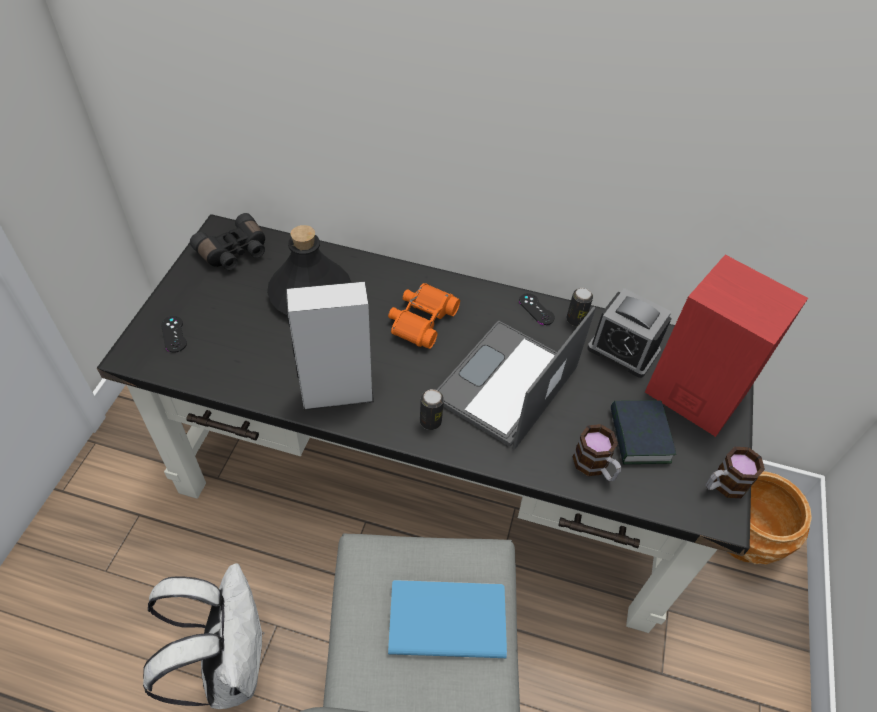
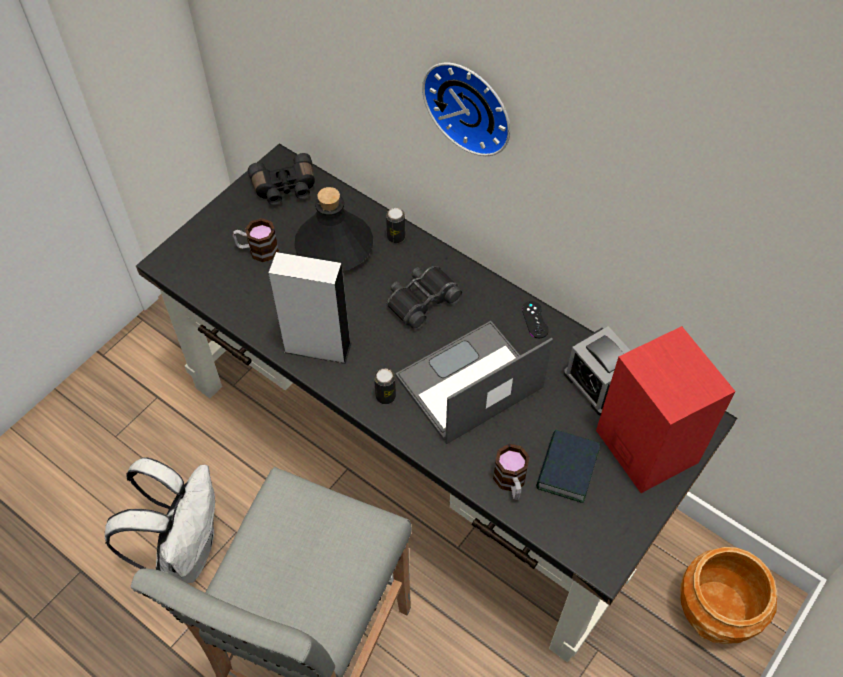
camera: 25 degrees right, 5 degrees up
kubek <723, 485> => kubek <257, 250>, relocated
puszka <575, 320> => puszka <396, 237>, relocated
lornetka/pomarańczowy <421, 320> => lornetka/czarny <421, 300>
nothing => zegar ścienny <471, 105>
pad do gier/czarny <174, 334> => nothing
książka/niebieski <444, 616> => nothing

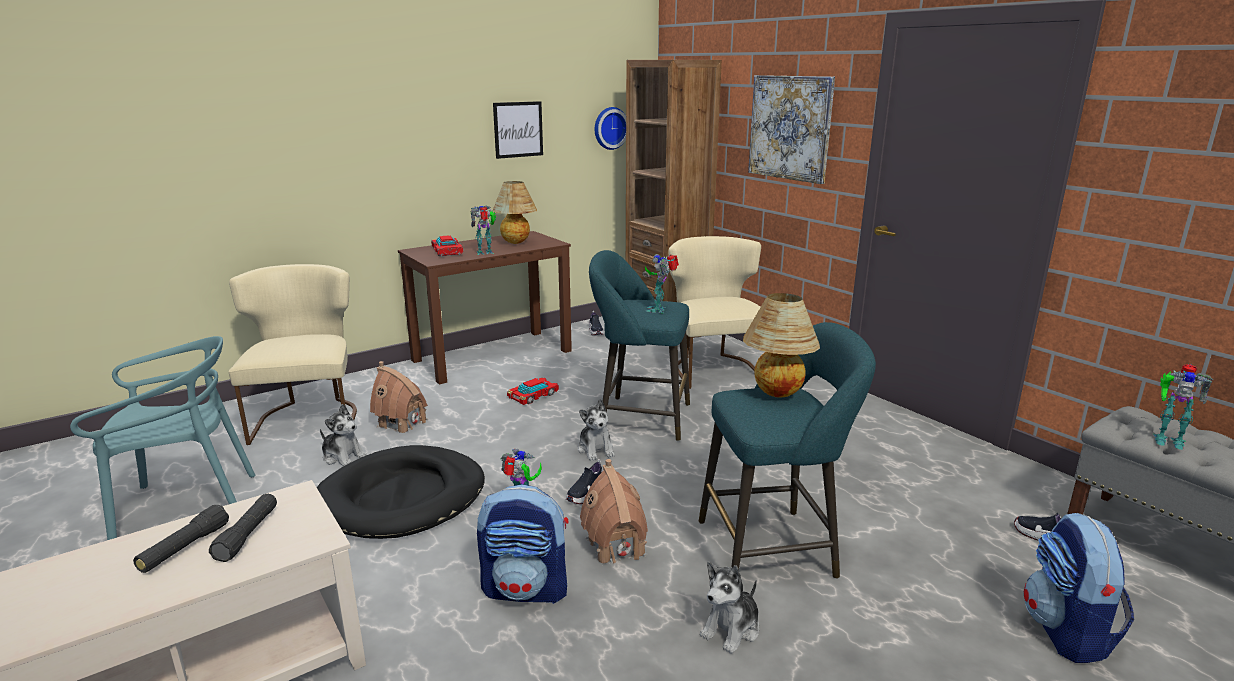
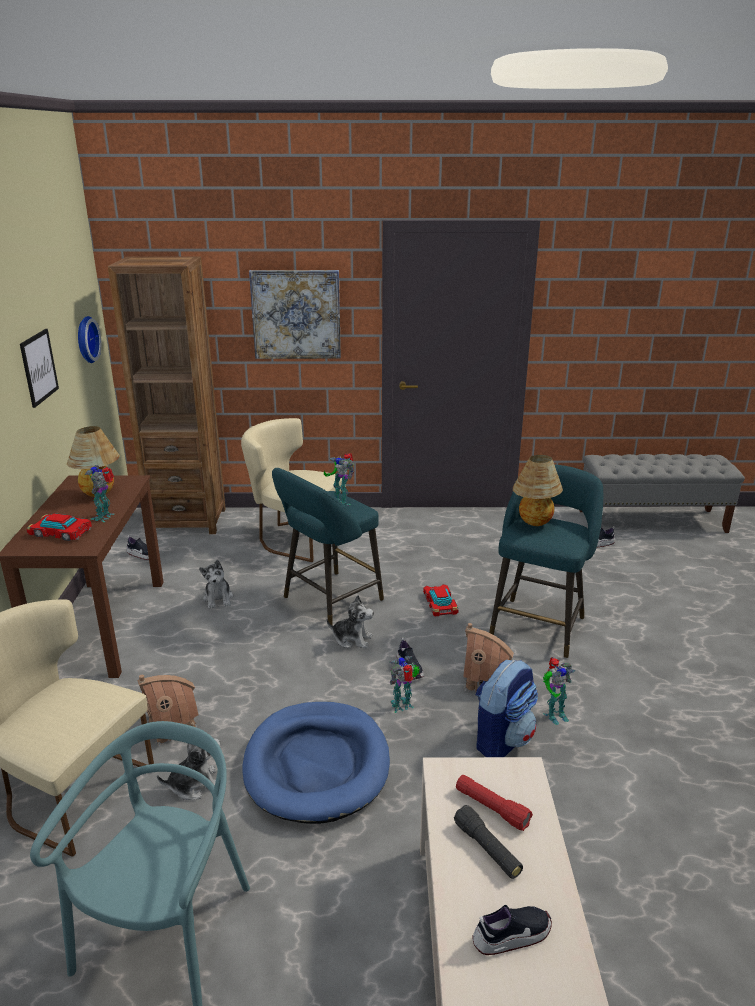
camera: 55 degrees left, 5 degrees up
pluszak <731, 629> => pluszak <218, 598>, relocated
legowisko/czarny <403, 497> => legowisko/niebieski <317, 765>
samochodzik <534, 395> => samochodzik <440, 604>, relocated
latarka/czarny <248, 535> => latarka/czerwony <491, 808>
nothing => but <511, 936>
robot zabawkowy <1167, 439> => robot zabawkowy <554, 714>, relocated
plecak <1066, 632> => nothing

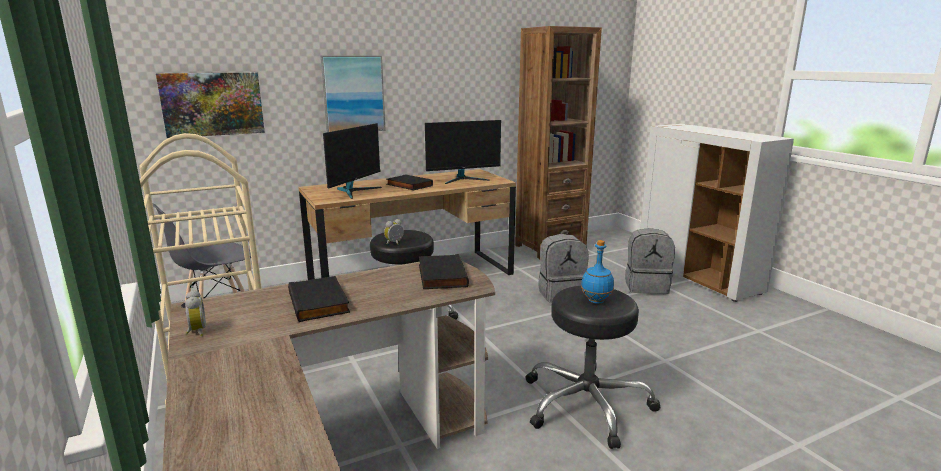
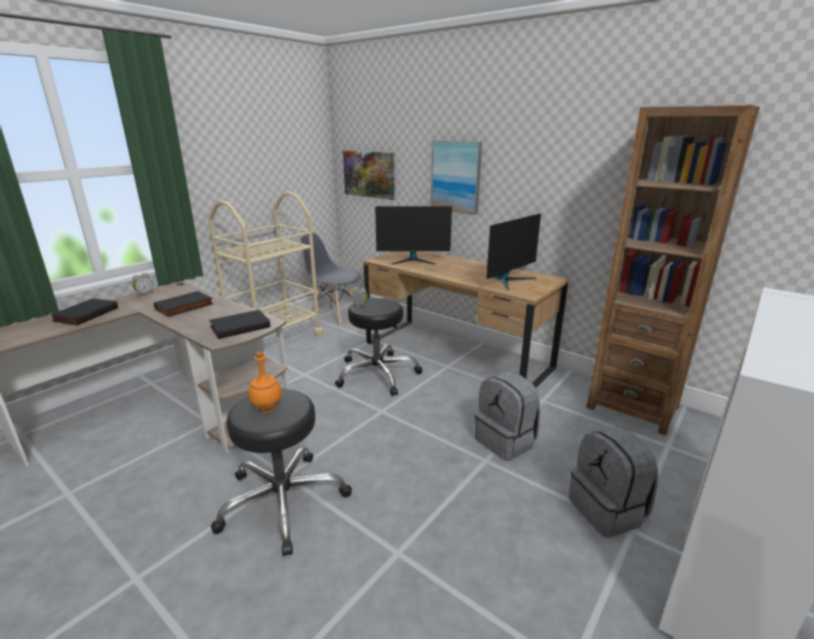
camera: 65 degrees right, 5 degrees up
książka/czarny <408, 185> => książka/czarny <85, 314>, relocated
butelka/niebieski <595, 301> => butelka/pomarańczowy <267, 409>
monitor <463, 179> => monitor <509, 280>, 90 degrees counterclockwise

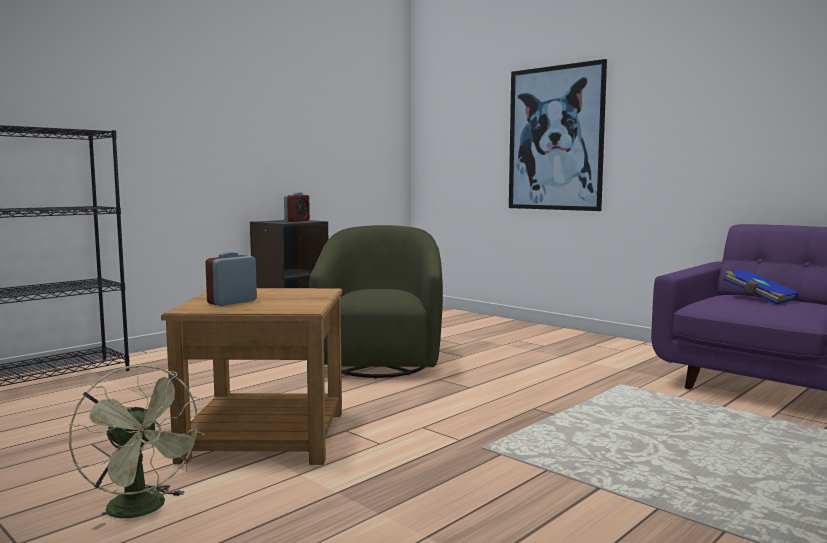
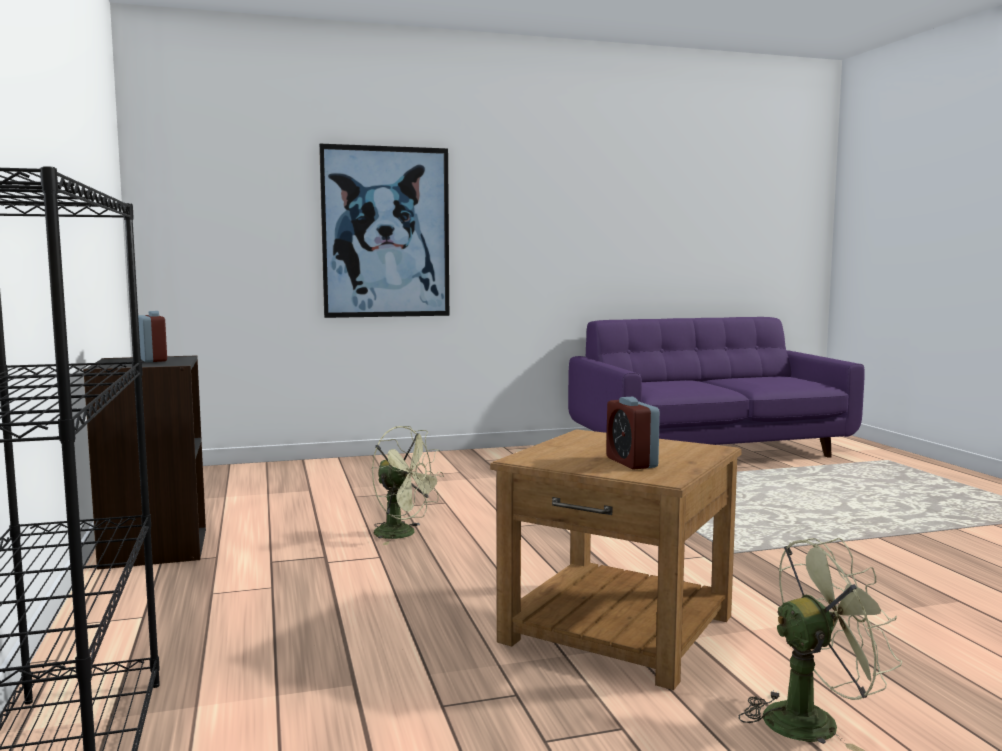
camera: 60 degrees left, 0 degrees up
fotel/zielony <380, 361> => wentylator/zielony <403, 534>
książka/niebieski <759, 298> => nothing

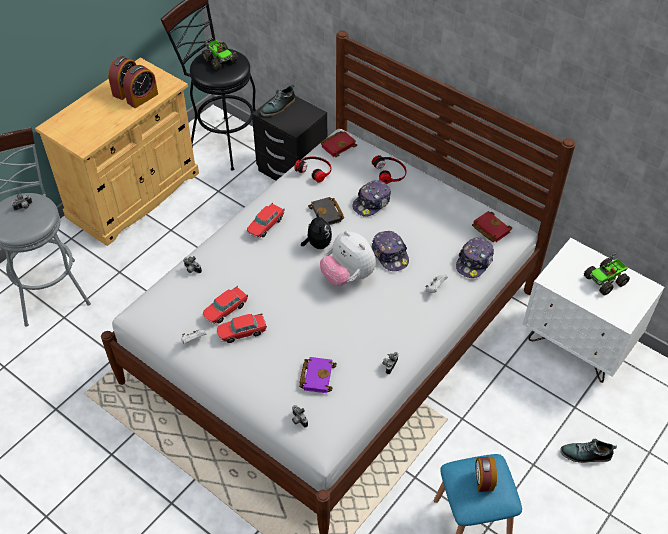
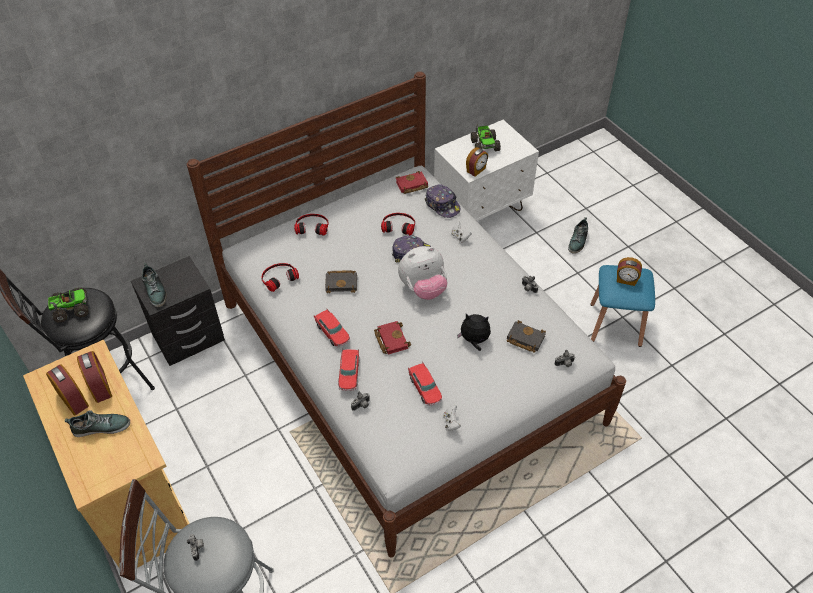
camera: 70 degrees left, 0 degrees up
nothing => but <101, 427>
samochodzik <242, 332> => samochodzik <349, 373>, relocated
książka/czerwony <338, 145> => książka/czerwony <390, 339>, relocated
nothing => słuchawki <398, 225>
pluszak <317, 244> => pluszak <474, 340>, relocated
nothing => budzik <476, 170>
książka/fioletowy <316, 376> => książka/czarny <524, 339>
czapka z daszkiem <372, 203> => nothing

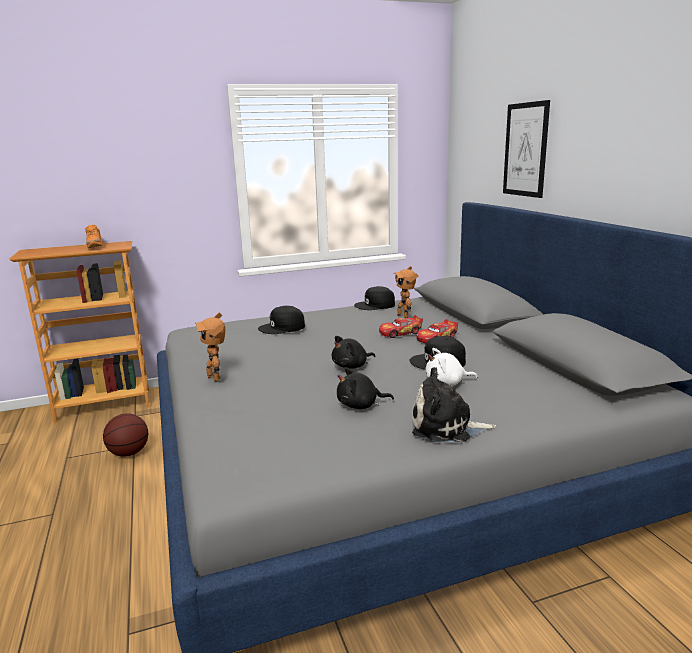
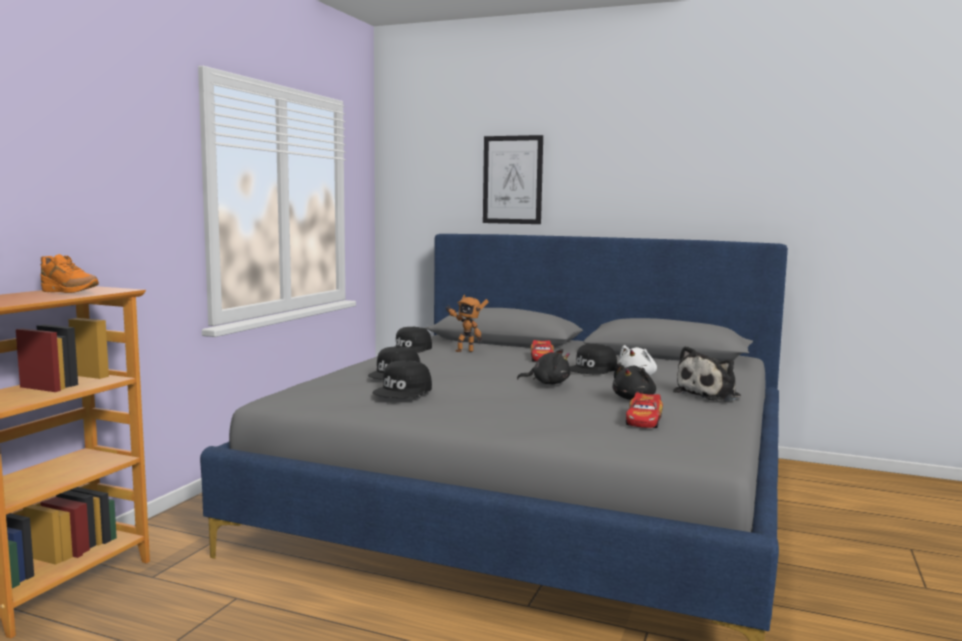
camera: 50 degrees left, 10 degrees down
nothing => czapka z daszkiem/czarny <403, 391>
pluszak/czarny <352, 366> => pluszak/czarny <548, 383>, 90 degrees counterclockwise
samochodzik <400, 333> => samochodzik <644, 421>, relocated
piłka do koszykówki <129, 453> => nothing
robot zabawkowy <216, 377> => nothing

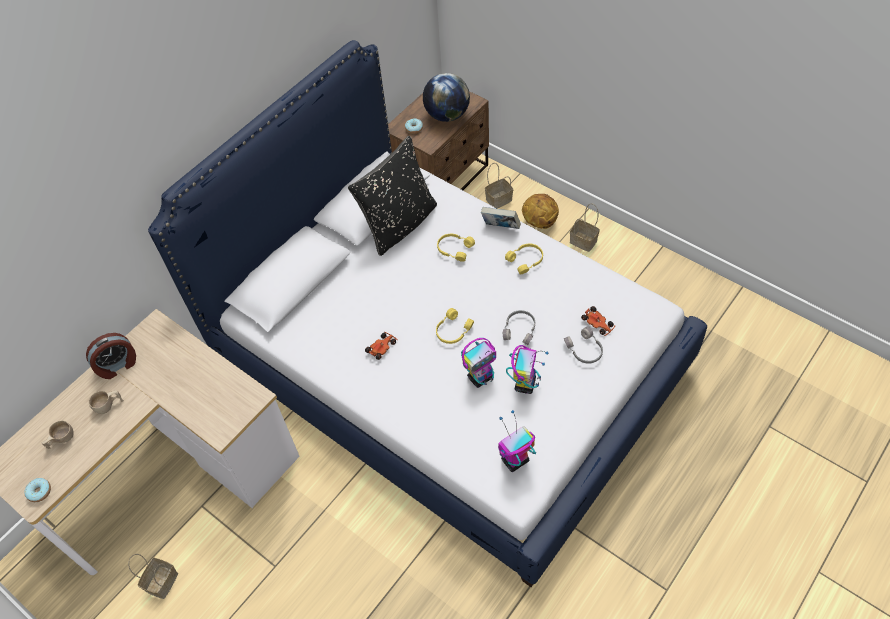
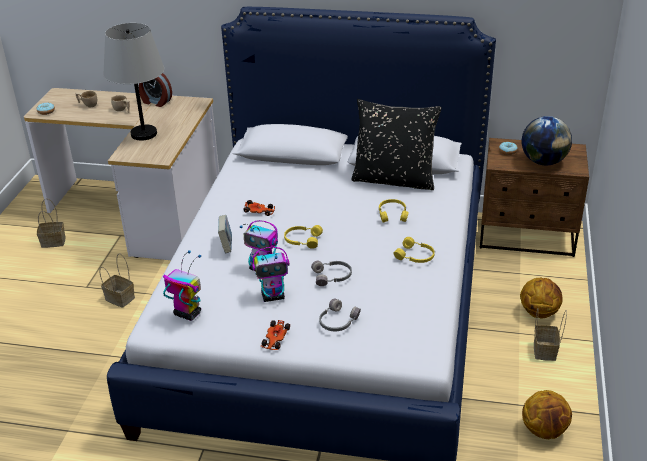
camera: 60 degrees right, 20 degrees down
koszyk <498, 200> => koszyk <119, 298>, relocated
nothing => lampa stołowa/szary <143, 134>
książka <500, 227> => książka <226, 246>, relocated
samochodzik <598, 323> => samochodzik <275, 339>, relocated
nothing => piłka do koszykówki <544, 431>

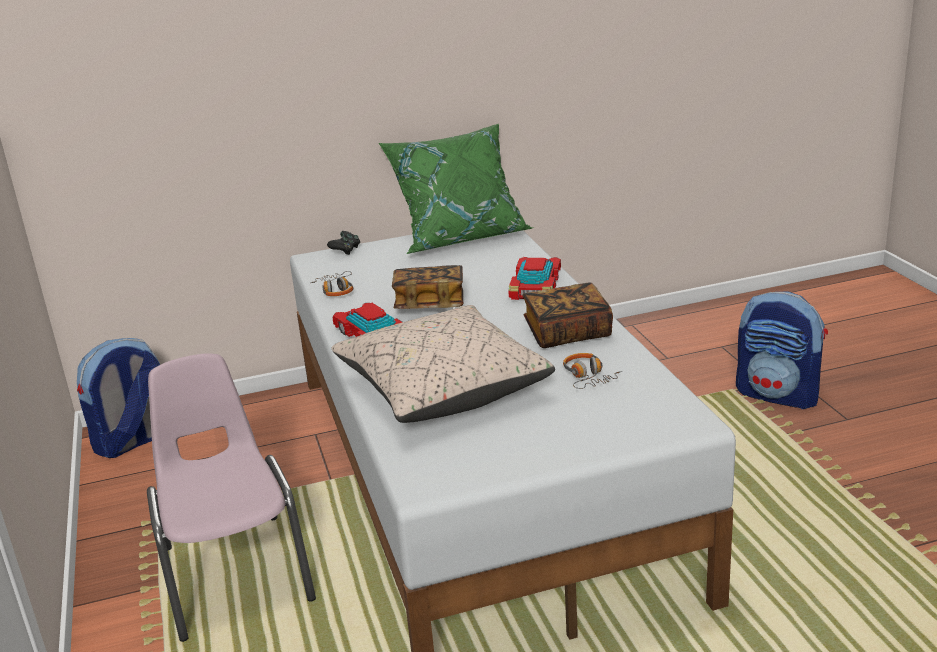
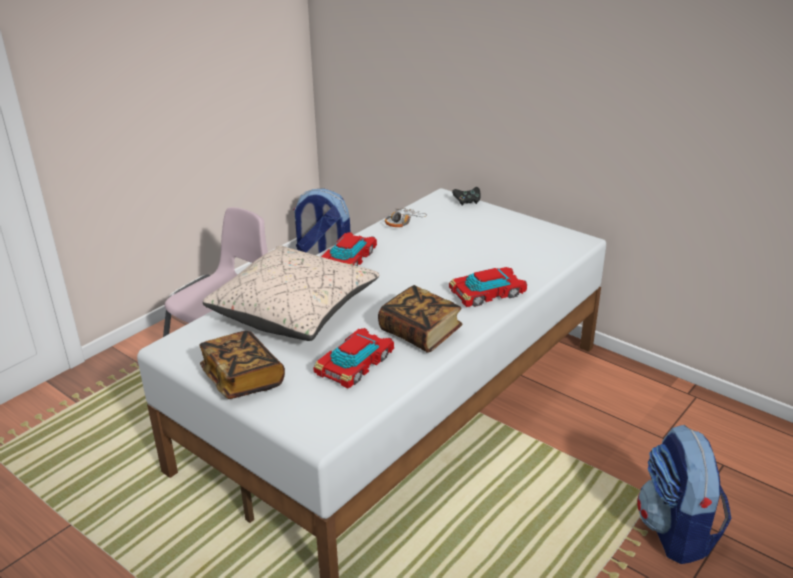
camera: 55 degrees right, 5 degrees up
książka <430, 304> => książka <242, 379>, relocated
słuchawki <588, 377> => samochodzik <356, 364>
poduszka/zielony <460, 236> => nothing

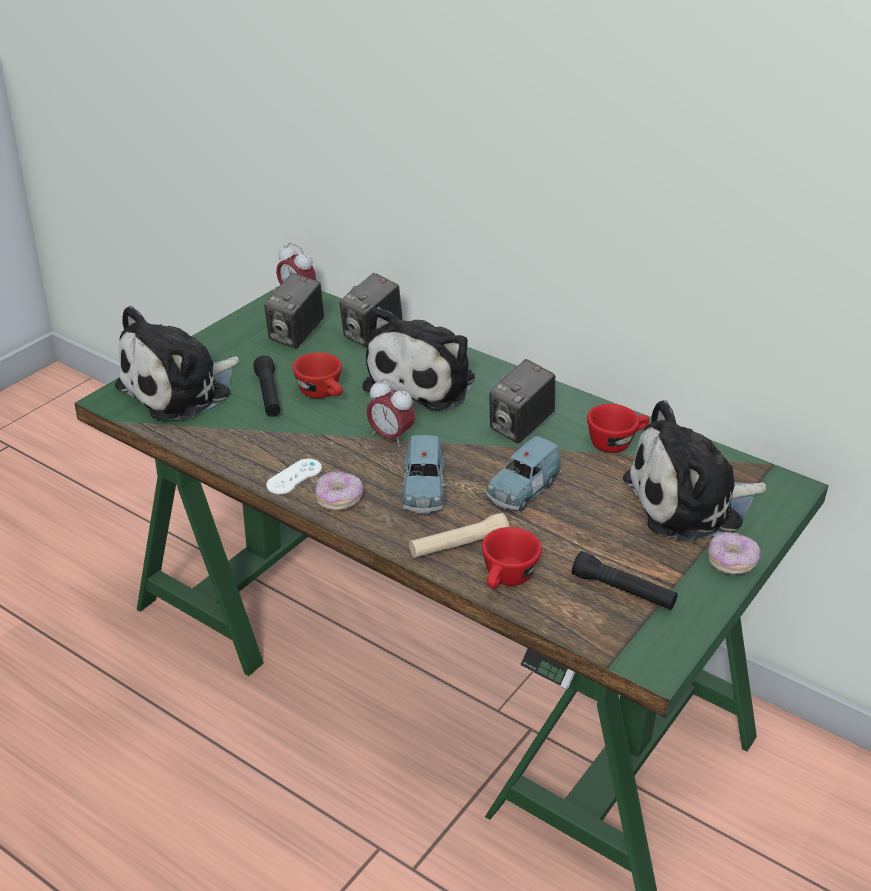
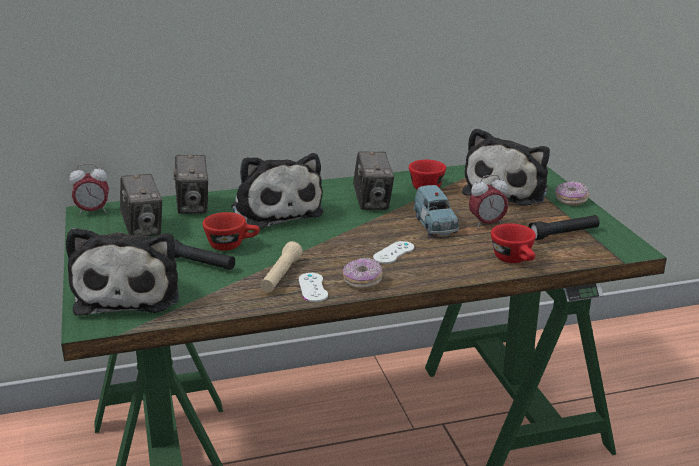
camera: 50 degrees left, 10 degrees down
latarka/beżowy <458, 546> => latarka/beżowy <281, 275>, relocated
samochodzik/niebieski <423, 491> => pad do gier/biały <393, 253>
budzik <390, 437> => budzik <487, 224>, relocated

